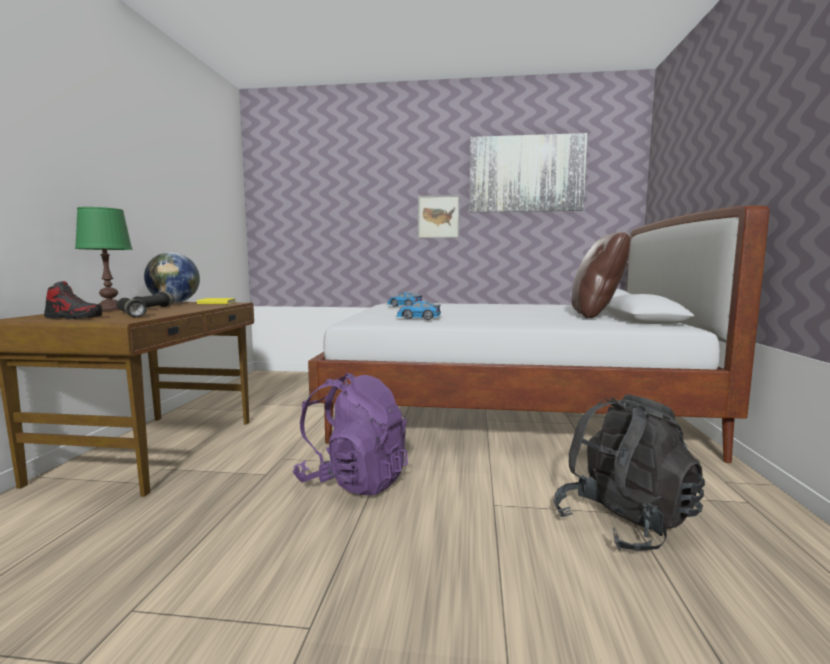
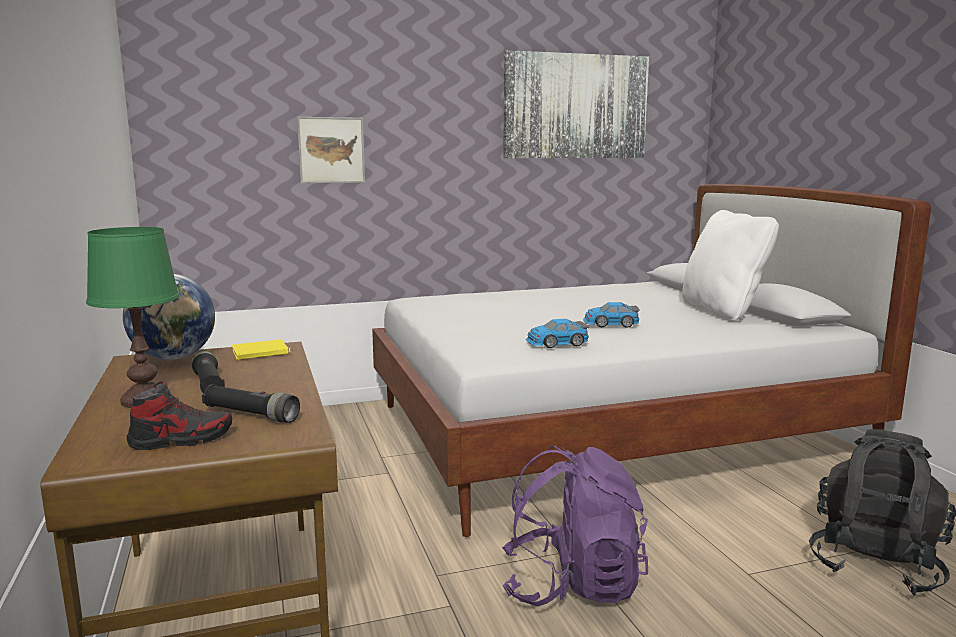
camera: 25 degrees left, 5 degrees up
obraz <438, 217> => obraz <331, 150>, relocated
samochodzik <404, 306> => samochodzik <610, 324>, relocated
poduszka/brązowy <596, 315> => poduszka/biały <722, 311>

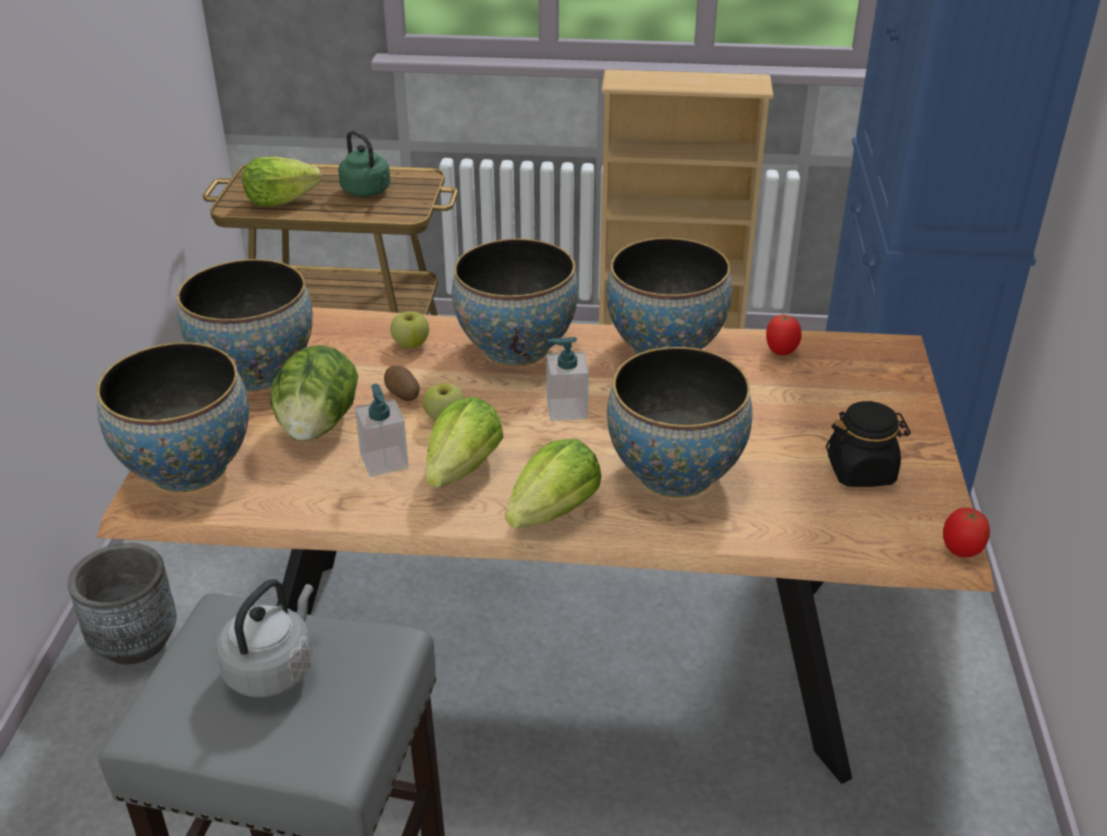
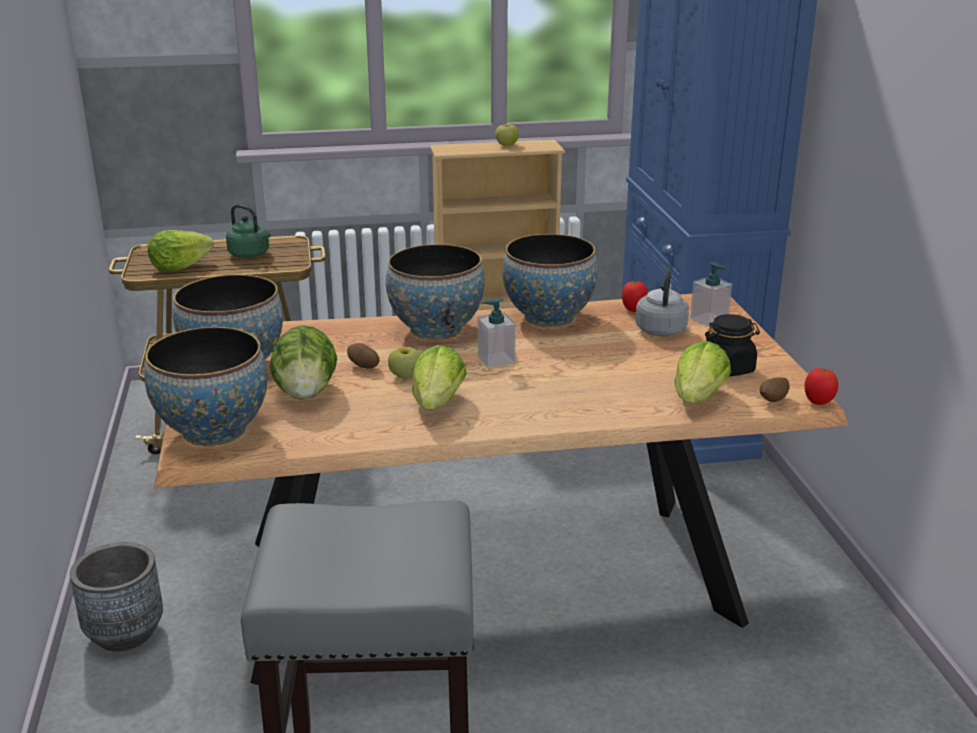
camera: 15 degrees left, 10 degrees down
jabłko <410, 344> => jabłko <506, 145>, relocated
czajnik/szary <273, 668> => czajnik/szary <661, 329>, relocated
sałata <554, 512> => sałata <698, 398>, relocated
dozownik mydła <384, 461> => dozownik mydła <709, 320>, relocated
nothing => ziemniak <773, 401>
miska <675, 474> => nothing

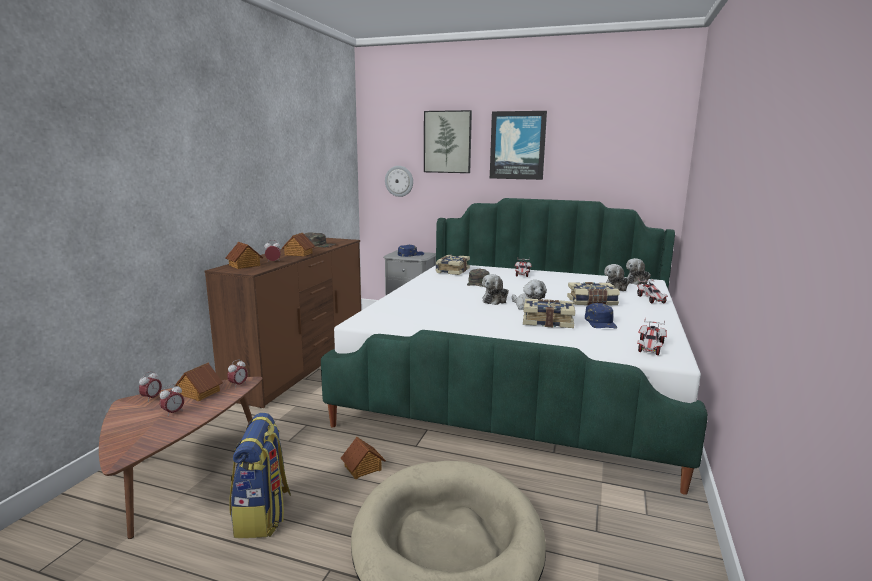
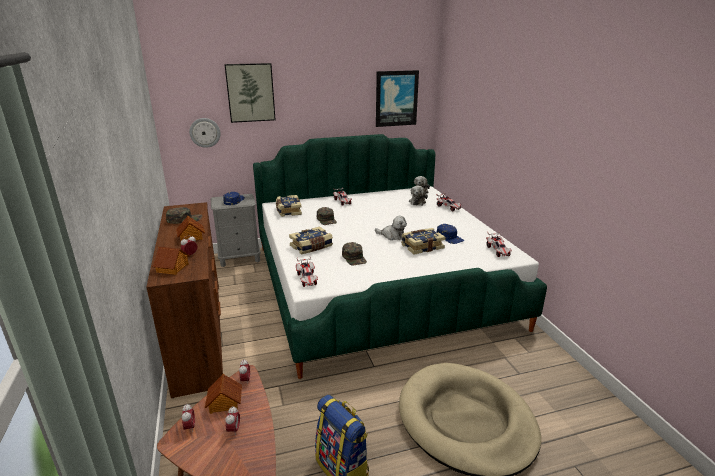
camera: 35 degrees left, 10 degrees up
książka <592, 302> => książka <311, 247>, relocated
nothing => samochodzik <307, 279>
nothing => czapka z daszkiem/zielony <354, 258>
obraz <517, 145> => obraz <396, 98>, relocated
domek <363, 468> => nothing
pluszak <495, 300> => nothing

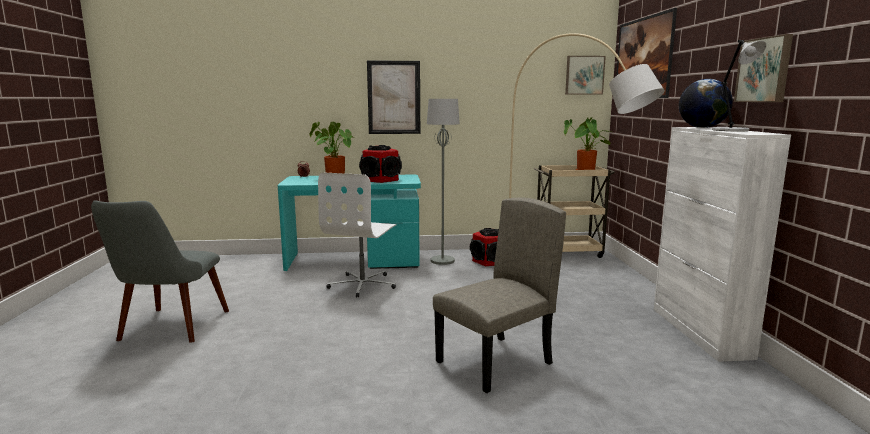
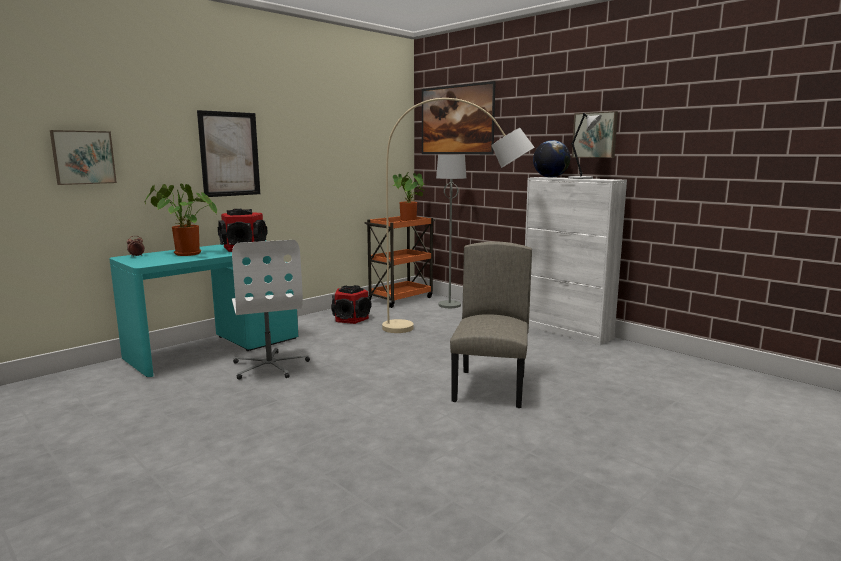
camera: 40 degrees left, 0 degrees up
obraz <584, 75> => obraz <83, 157>, relocated
wózek/beżowy <568, 253> => wózek/pomarańczowy <401, 299>
lampa stojąca/szary <442, 261> => lampa stojąca/szary <449, 305>, relocated
krzesło/szary <168, 330> => nothing

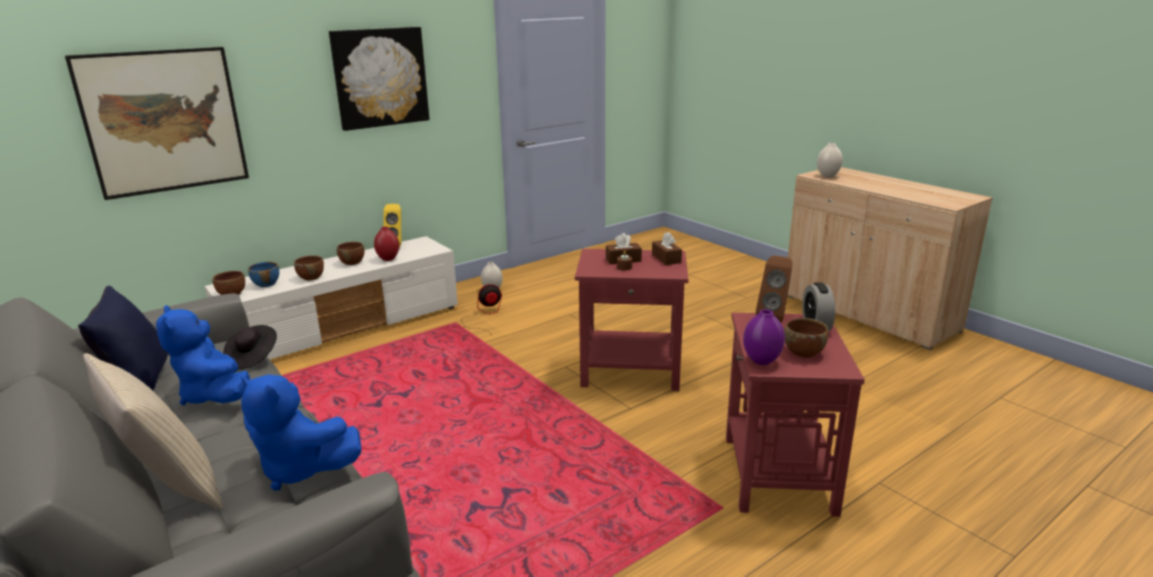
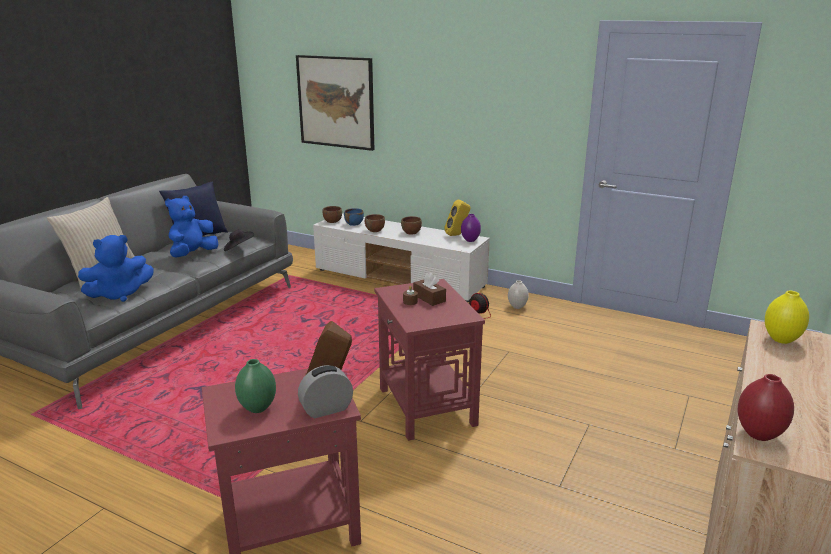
camera: 65 degrees right, 0 degrees up
pluszak/niebieski <300, 469> => pluszak/niebieski <119, 294>, 120 degrees counterclockwise
miska/brązowy <803, 352> => wazon/zielony <258, 408>
wazon/fioletowy <761, 361> => wazon/fioletowy <470, 240>, relocated
wazon/czerwony <388, 259> => wazon/czerwony <759, 435>, relocated
wazon/biały <827, 176> => wazon/żółty <781, 339>
obraz <380, 77> => nothing
pudełko chusteczek/brązowy <666, 258> => nothing

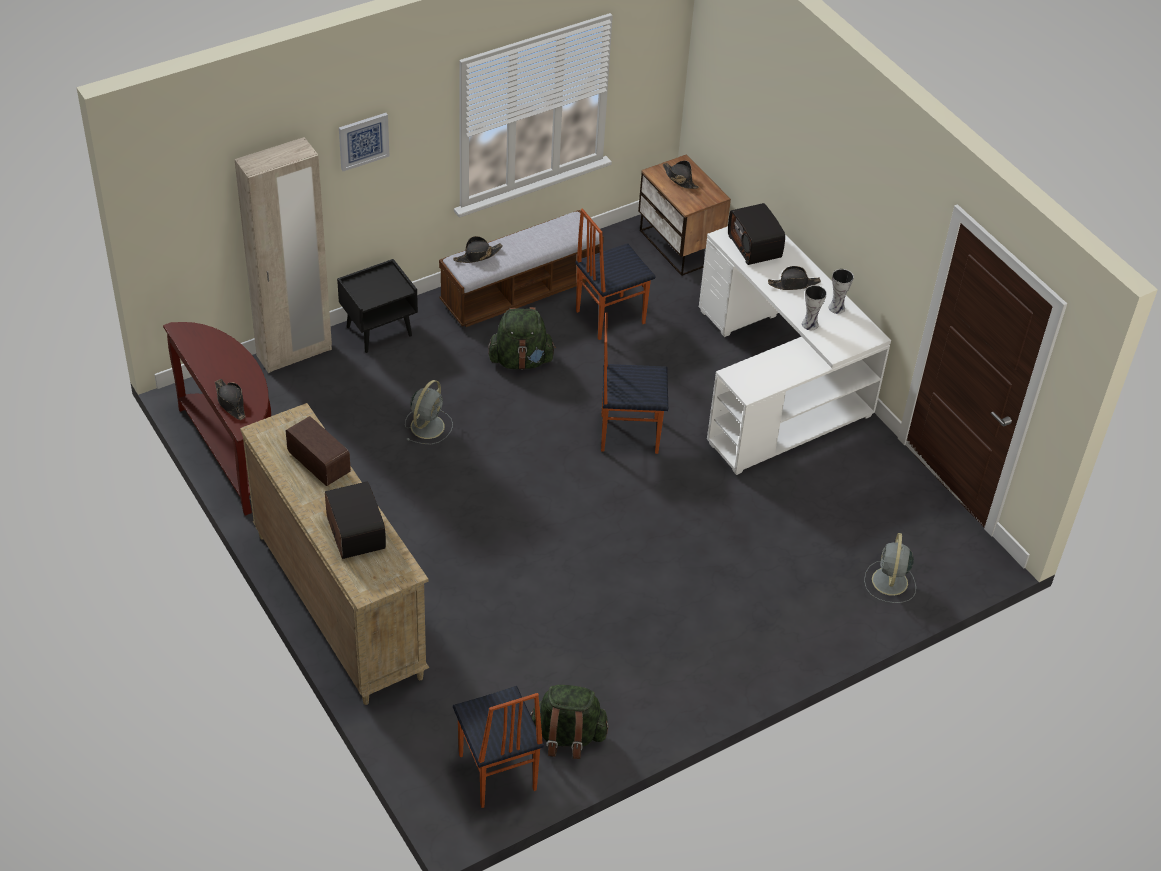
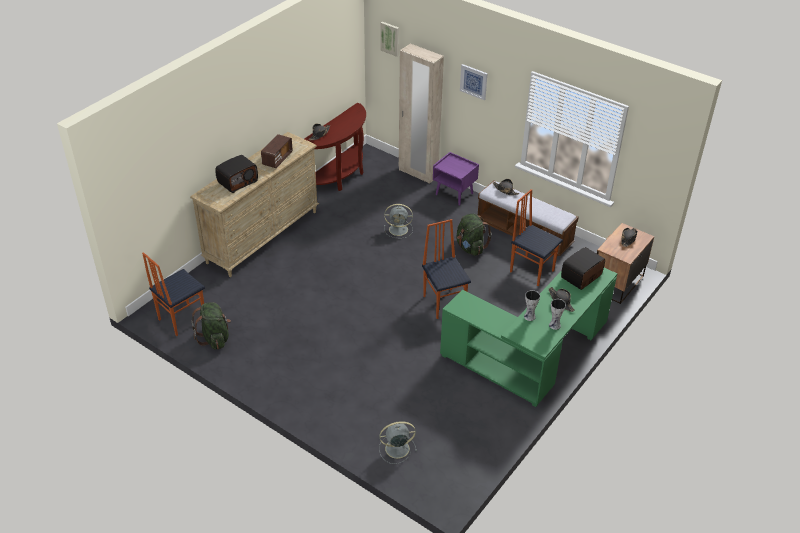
camera: 70 degrees right, 5 degrees down
nothing => obraz <390, 38>
szafka nocna/czarny <379, 330> => szafka nocna/fioletowy <454, 194>
biurko/biały <778, 383> => biurko/zielony <532, 356>

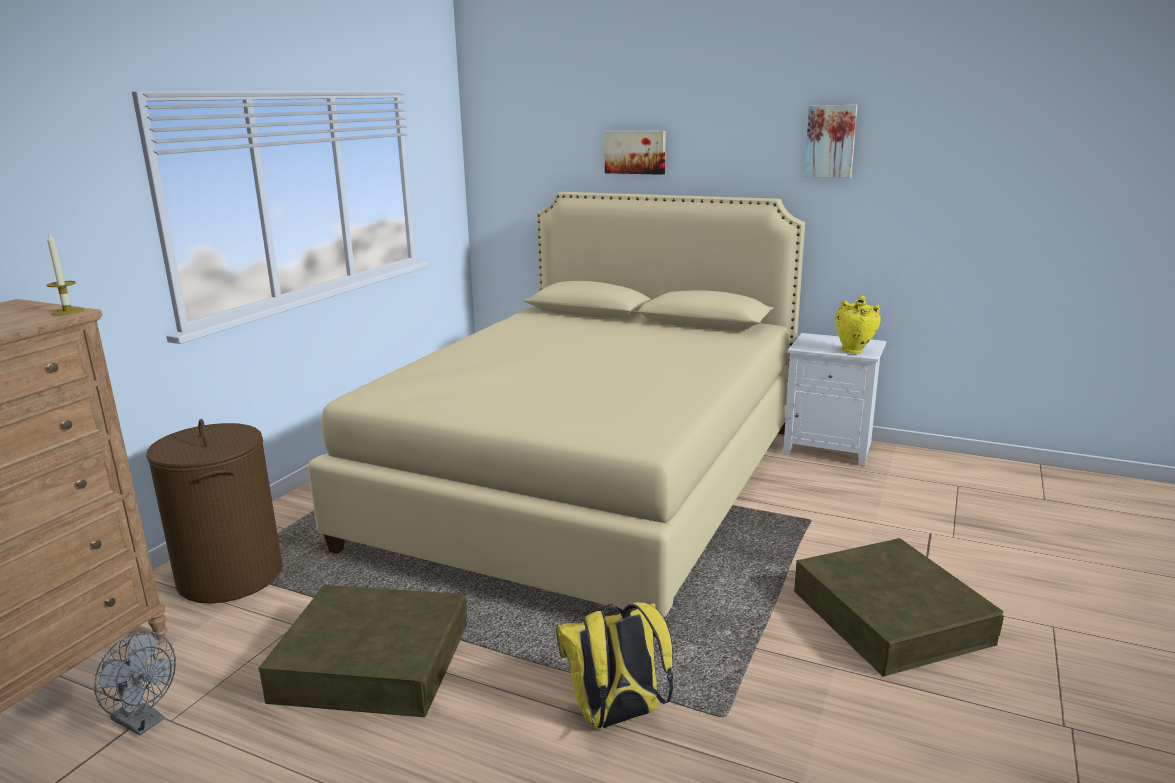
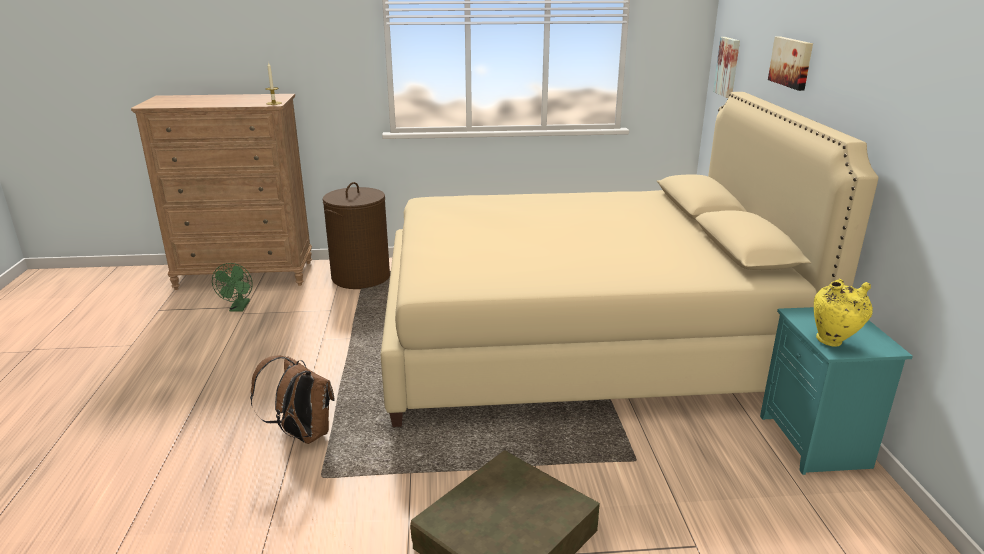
camera: 60 degrees right, 5 degrees up
wentylator/szary <144, 722> => wentylator/zielony <239, 308>
plecak/żółty <616, 717> => plecak/brązowy <302, 434>
obraz <830, 141> => obraz <728, 67>, relocated
szafka nocna/biały <830, 448> => szafka nocna/turkusowy <816, 443>
pojemnik do przechowywania/brązowy <372, 662> => nothing

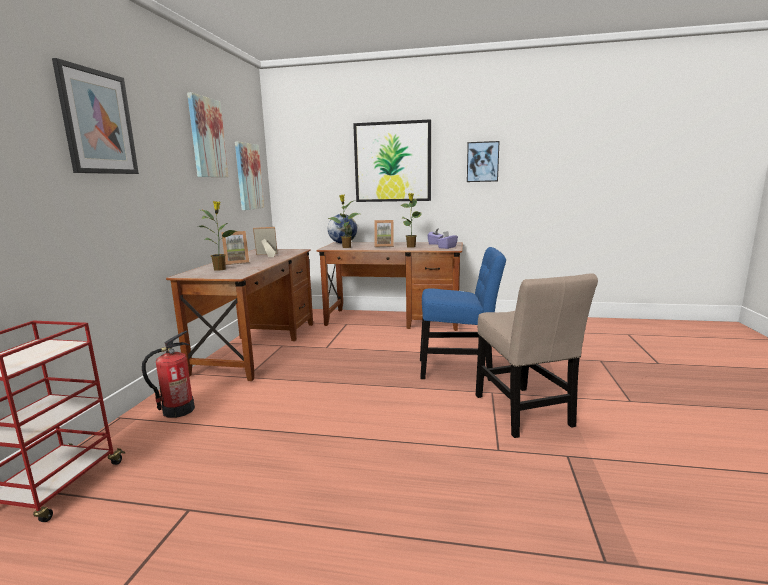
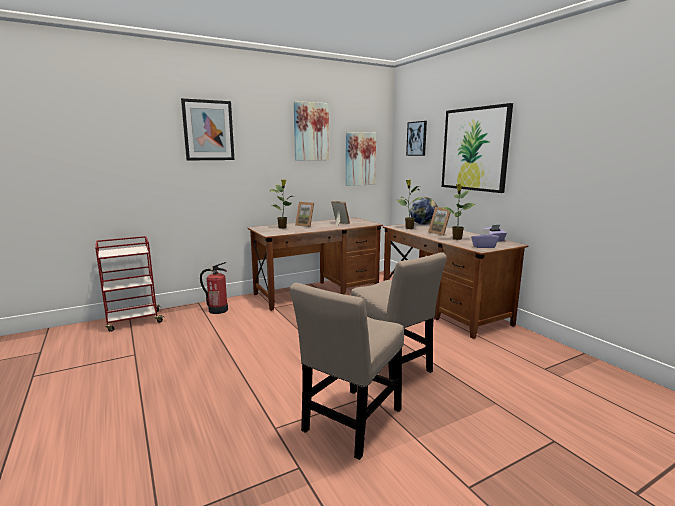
camera: 50 degrees right, 0 degrees up
krzesło/niebieski <459, 369> => krzesło/beżowy <392, 367>
obraz <482, 162> => obraz <417, 138>, relocated

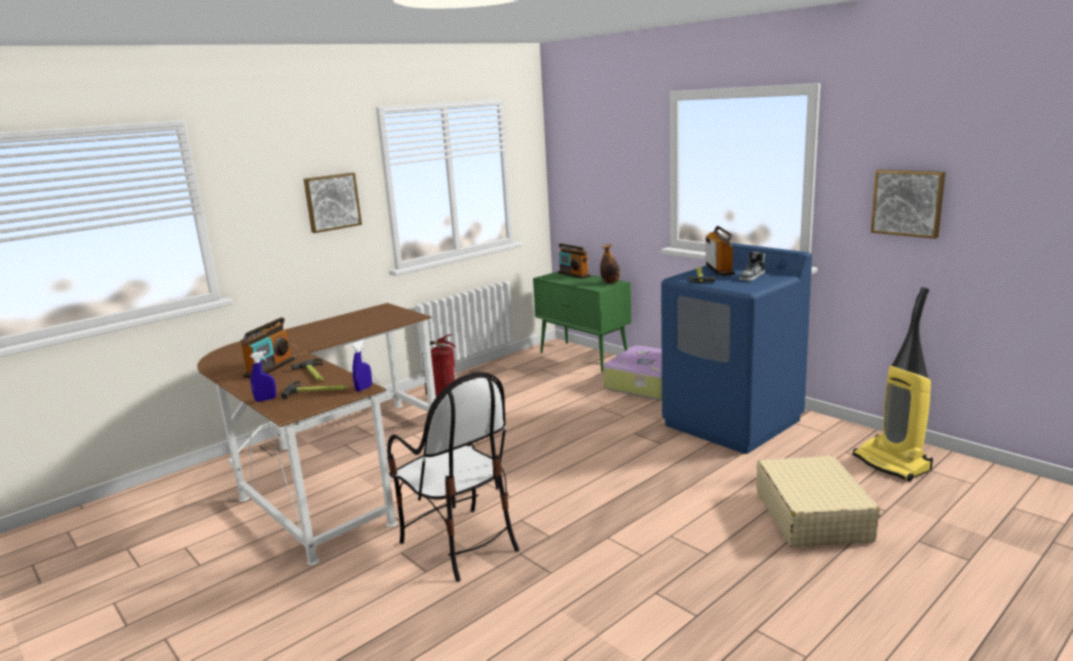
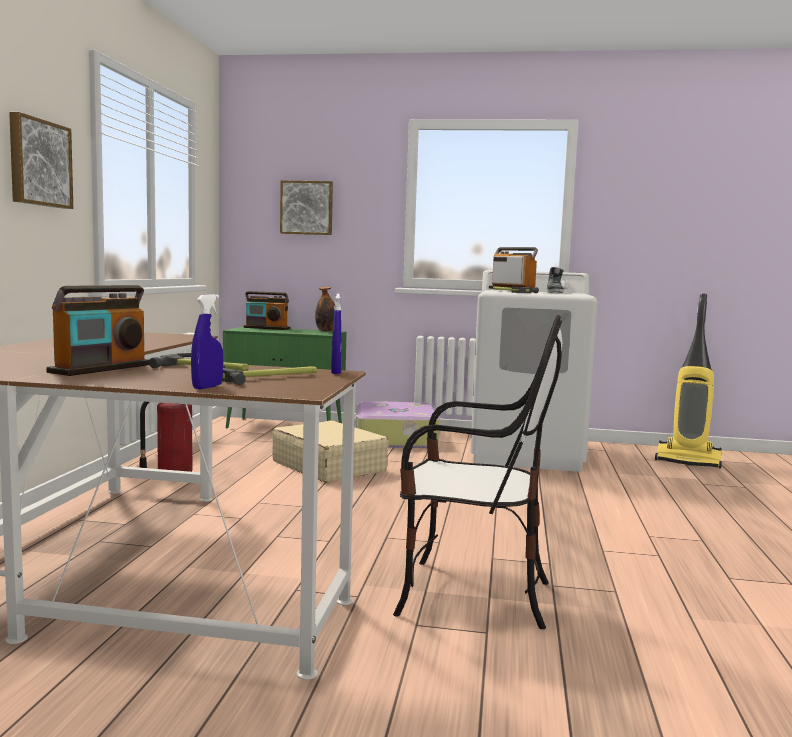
camera: 40 degrees left, 10 degrees down
radio <270, 368> => radio <101, 368>, 45 degrees clockwise
walizka/beżowy <812, 516> => walizka/beżowy <328, 466>, relocated
obraz <908, 202> => obraz <307, 208>, relocated
pralka/niebieski <732, 423> => pralka/biały <527, 454>

